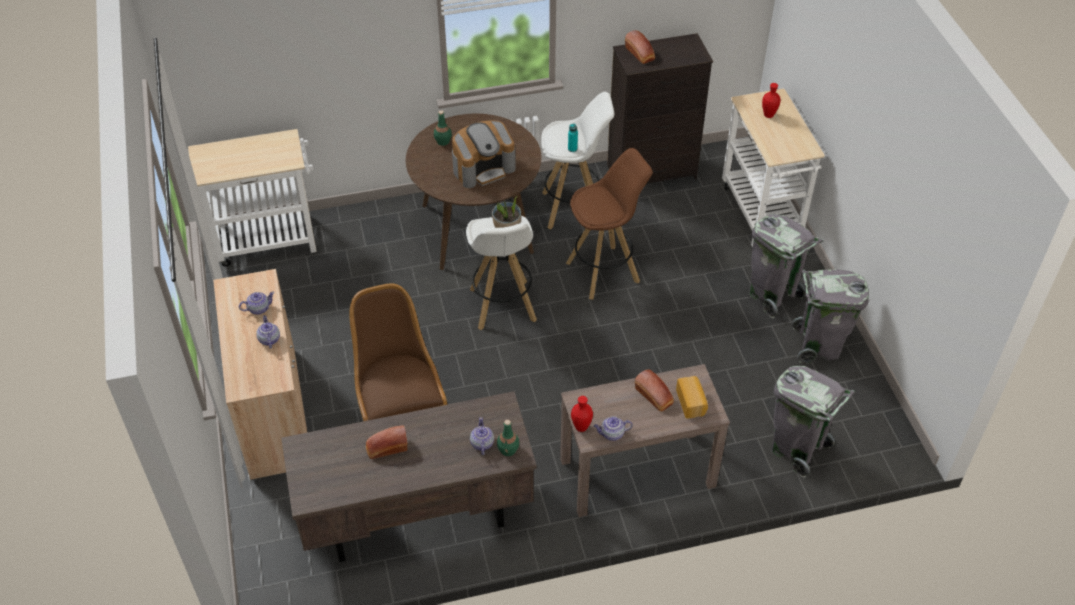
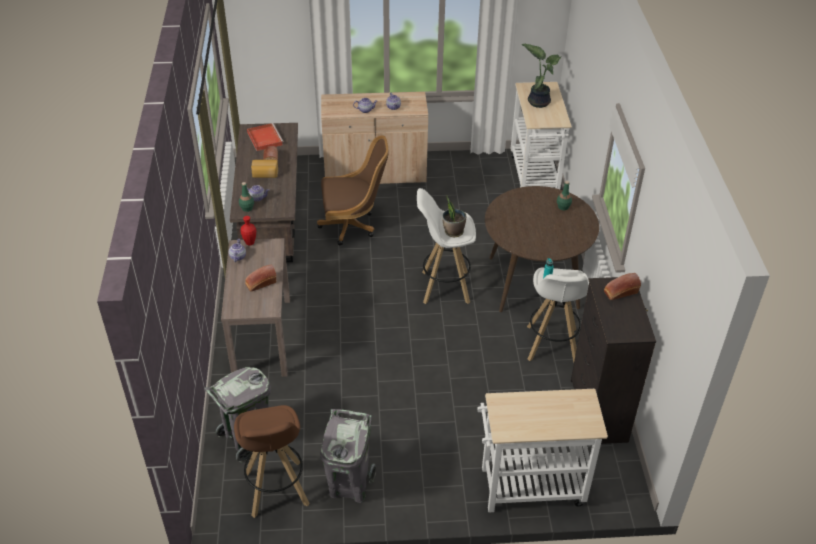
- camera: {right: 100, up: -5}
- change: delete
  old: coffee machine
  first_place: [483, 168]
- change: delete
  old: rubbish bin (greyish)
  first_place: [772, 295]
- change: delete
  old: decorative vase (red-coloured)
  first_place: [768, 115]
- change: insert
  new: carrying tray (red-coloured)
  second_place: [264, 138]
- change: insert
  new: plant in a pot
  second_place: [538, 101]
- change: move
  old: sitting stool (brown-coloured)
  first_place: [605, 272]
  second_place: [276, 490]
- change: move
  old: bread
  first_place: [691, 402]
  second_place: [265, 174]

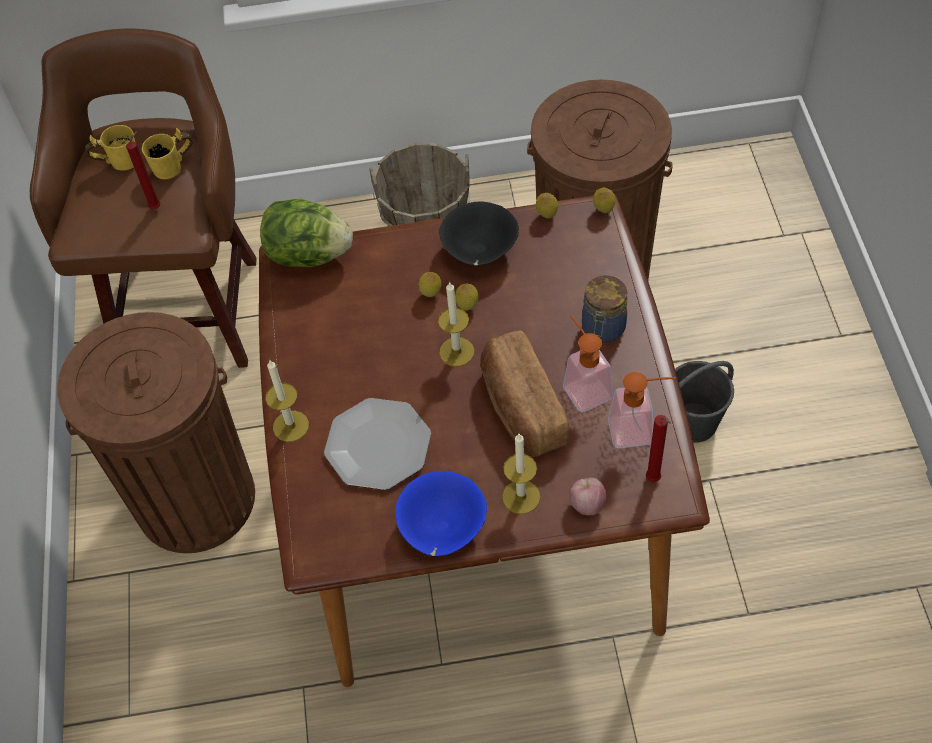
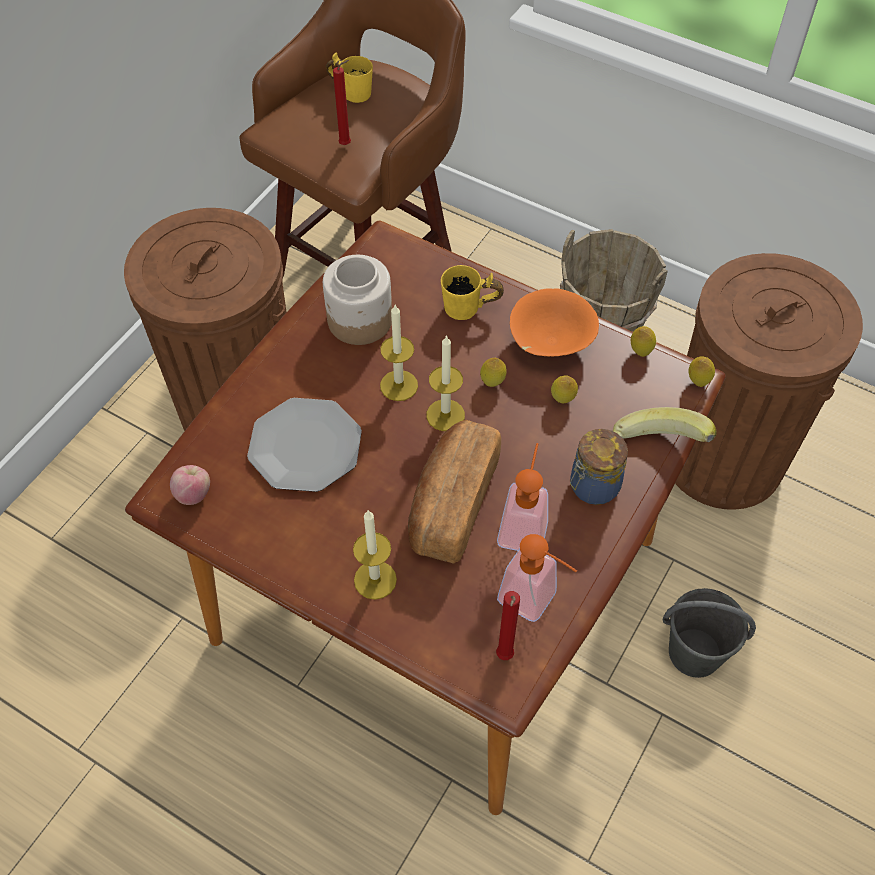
- camera: {right: 35, up: 0}
- change: delete
  old: lettuce head
  first_place: [308, 254]
- change: delete
  old: serving bowl (blue)
  first_place: [442, 528]
- change: insert
  new: jar
  second_place: [359, 321]
- change: insert
  new: banana
  second_place: [652, 450]
- change: move
  old: coffee mug (yellow)
  first_place: [175, 169]
  second_place: [469, 312]
- change: move
  old: wax light
  first_place: [291, 426]
  second_place: [399, 385]
- change: move
  old: whole lemon
  first_place: [431, 294]
  second_place: [562, 400]
- change: move
  old: whole apple
  first_place: [587, 504]
  second_place: [193, 494]
- change: recolor
  old: serving bowl (black)
  new: serving bowl (orange-coloured)
  first_place: [479, 252]
  second_place: [549, 343]

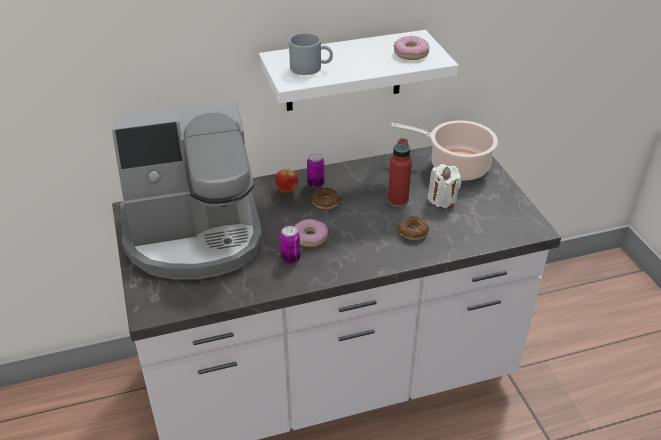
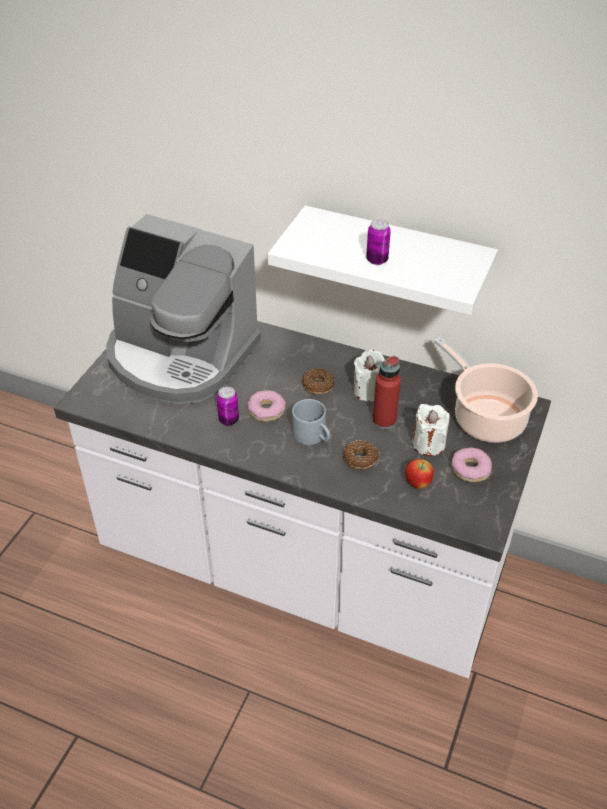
- camera: {right: 40, up: 5}
- change: insert
  new: wax light (whitish)
  second_place: [368, 391]
- change: move
  old: whole apple
  first_place: [286, 190]
  second_place: [417, 483]
- change: move
  old: coffee mug (greyish)
  first_place: [311, 67]
  second_place: [313, 436]
- change: move
  old: can
  first_place: [315, 184]
  second_place: [377, 260]
- change: move
  old: donut
  first_place: [411, 53]
  second_place: [470, 469]

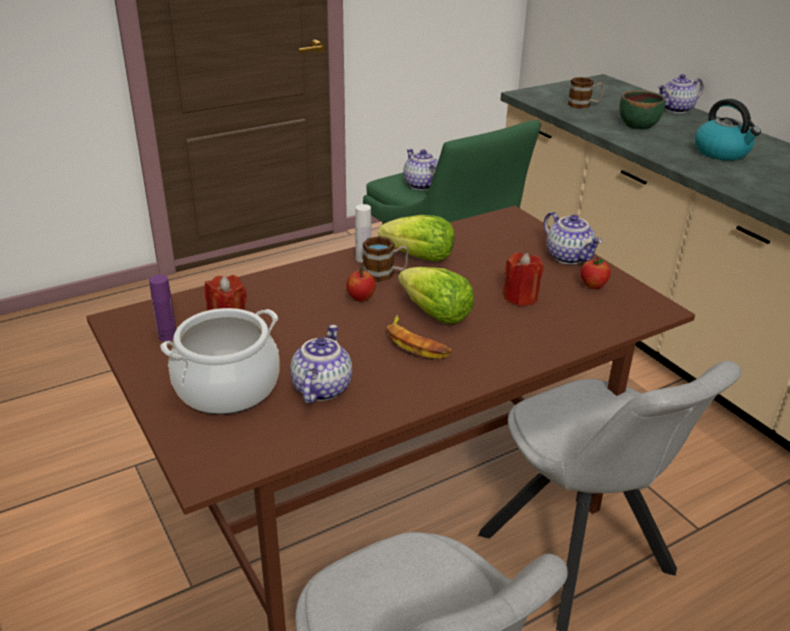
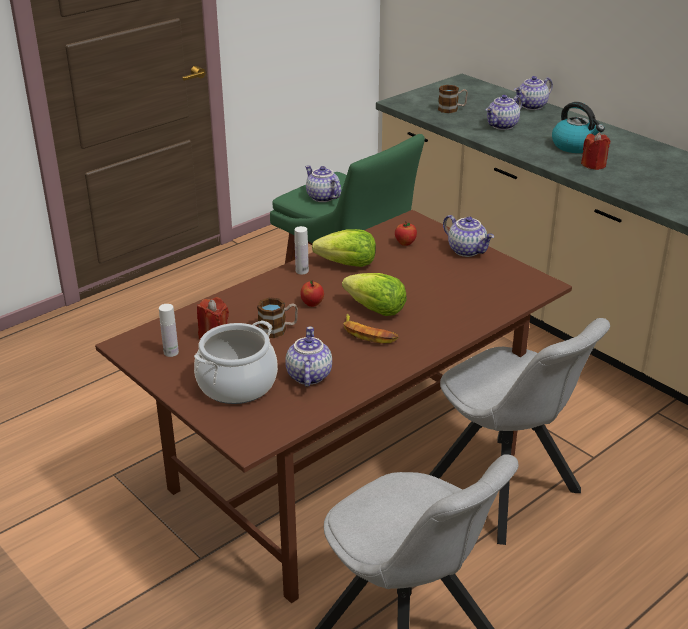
- camera: {right: -10, up: 0}
- change: move
  old: coffee mug
  first_place: [385, 274]
  second_place: [278, 330]
- change: move
  old: wax light (red-coloured)
  first_place: [520, 297]
  second_place: [594, 165]
- change: move
  old: whole apple
  first_place: [593, 286]
  second_place: [405, 243]
- change: replace
  old: serving bowl (green)
  new: teapot
  first_place: [638, 125]
  second_place: [502, 126]
- change: recolor
  old: beverage bottle (purple)
  new: beverage bottle (whitish)
  first_place: [167, 336]
  second_place: [171, 352]

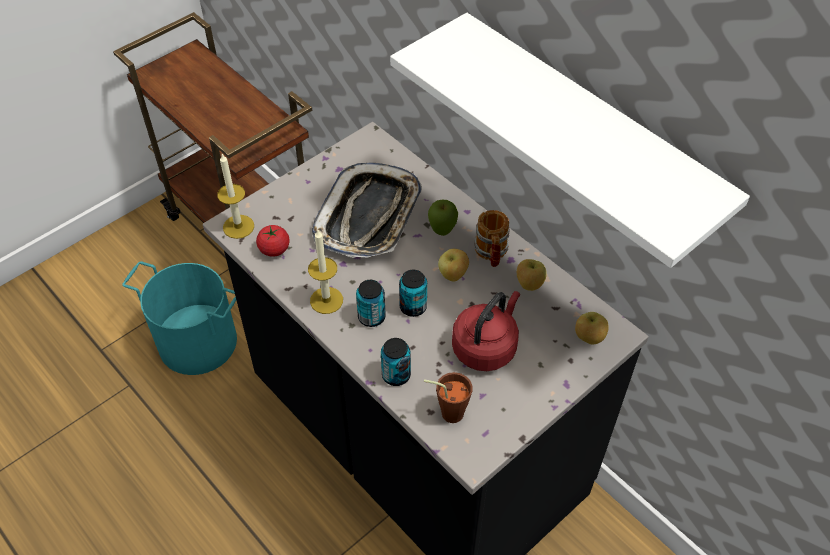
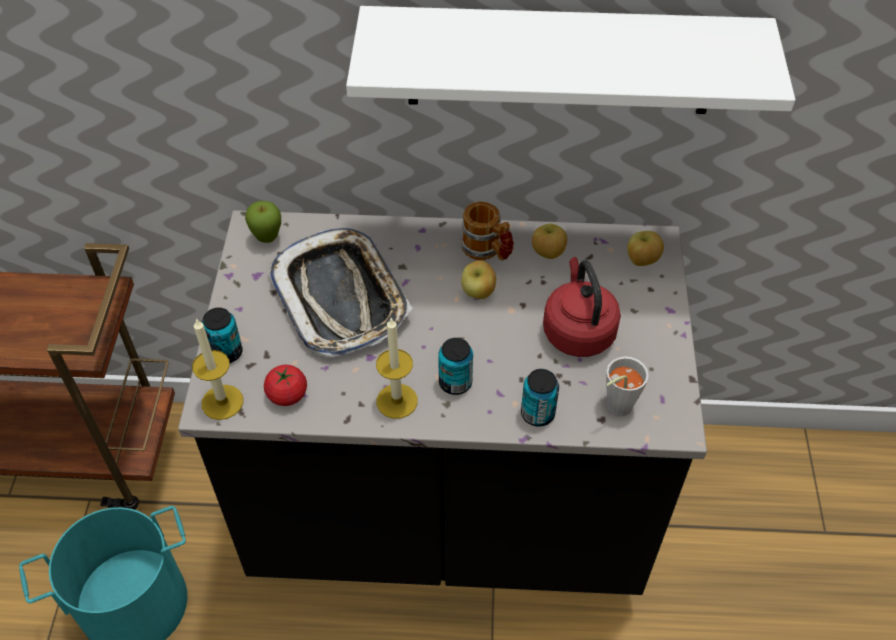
- camera: {right: -45, up: 0}
- change: move
  old: can
  first_place: [413, 307]
  second_place: [226, 352]
- change: move
  old: whole apple
  first_place: [442, 232]
  second_place: [267, 239]
- change: recolor
  old: drinking cup (brown-coloured)
  new: drinking cup (greyish)
  first_place: [447, 412]
  second_place: [614, 408]

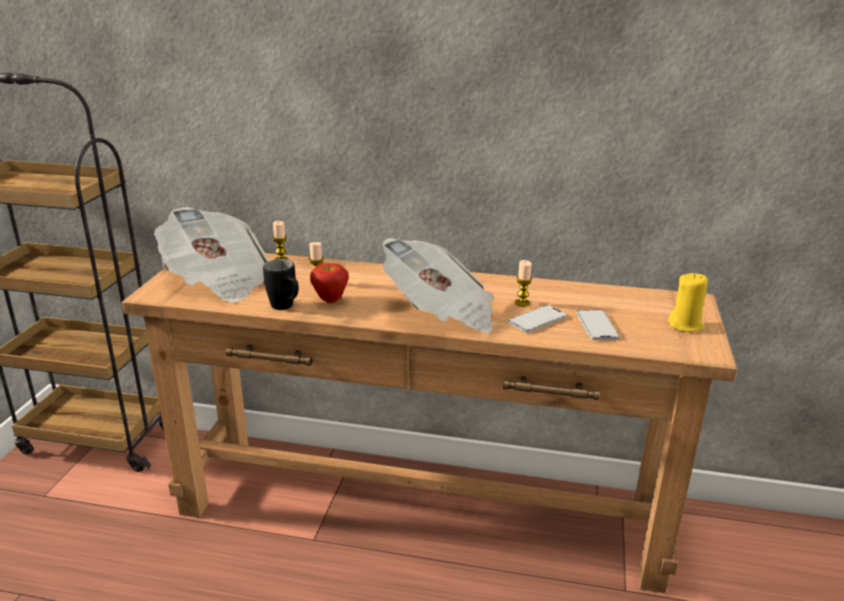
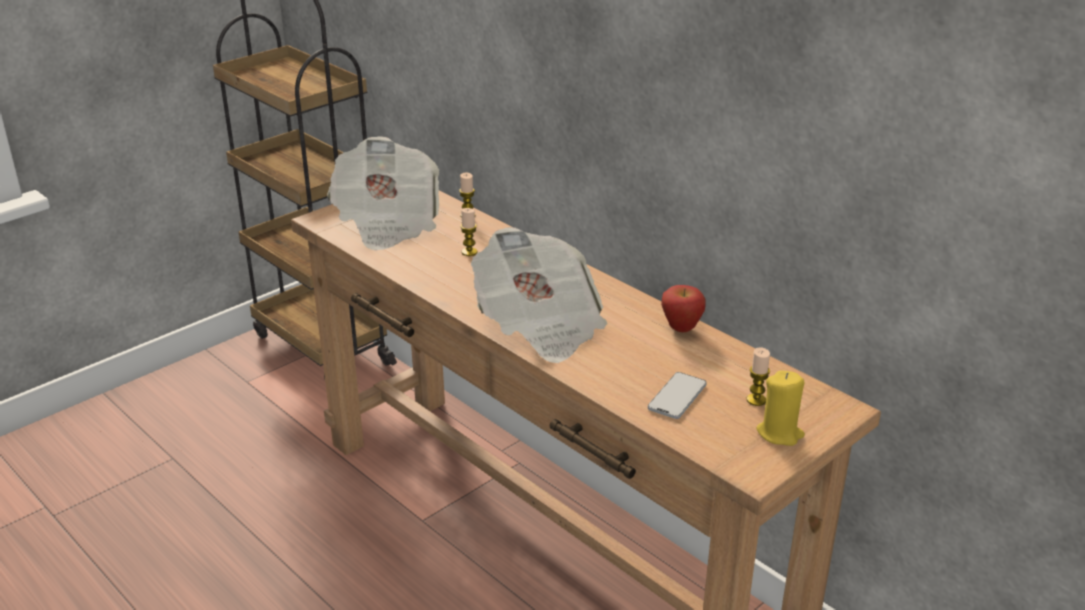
- camera: {right: 35, up: 5}
- change: delete
  old: coffee mug (black)
  first_place: [286, 307]
- change: delete
  old: phone
  first_place: [537, 320]
- change: move
  old: whole apple
  first_place: [330, 301]
  second_place: [681, 329]
- change: move
  old: wax light
  first_place: [522, 303]
  second_place: [756, 400]

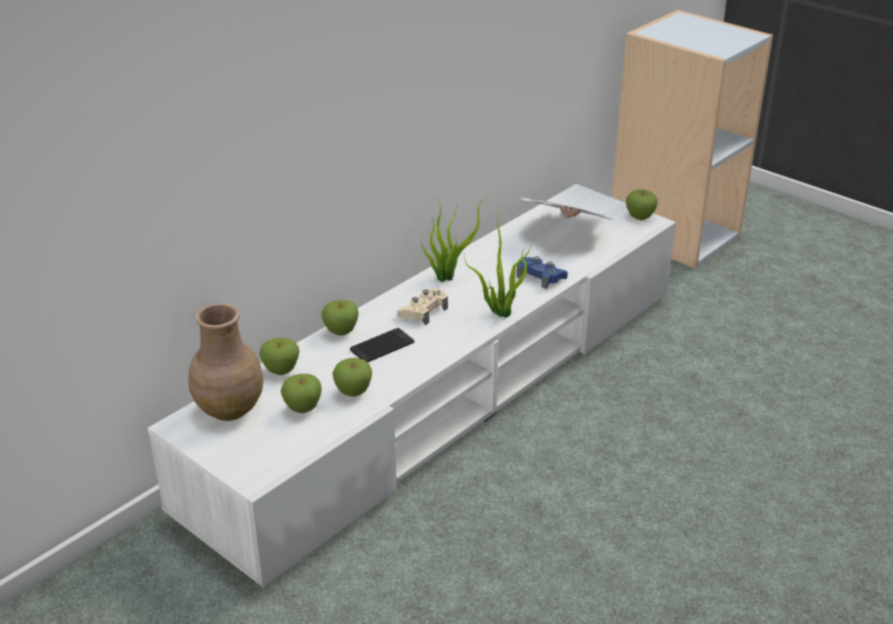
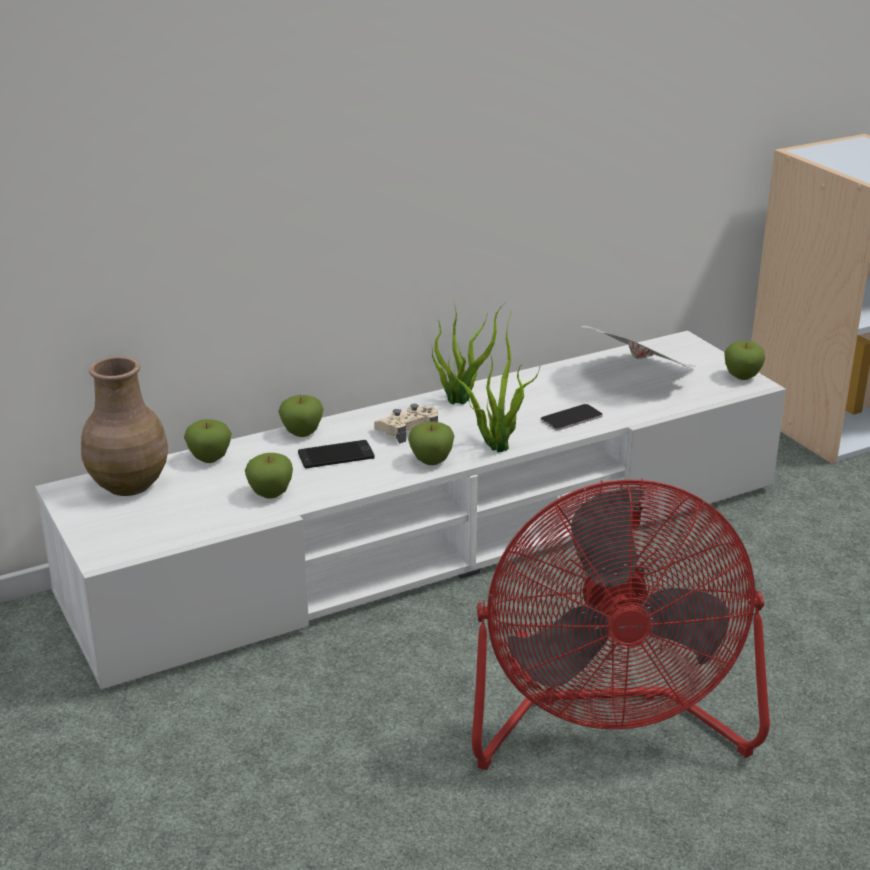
- camera: {right: 20, up: -5}
- change: insert
  new: fan (red-coloured)
  second_place: [596, 724]
- change: move
  old: whole apple
  first_place: [303, 408]
  second_place: [431, 461]
- change: replace
  old: gamepad (blue)
  new: phone
  first_place: [540, 277]
  second_place: [571, 418]

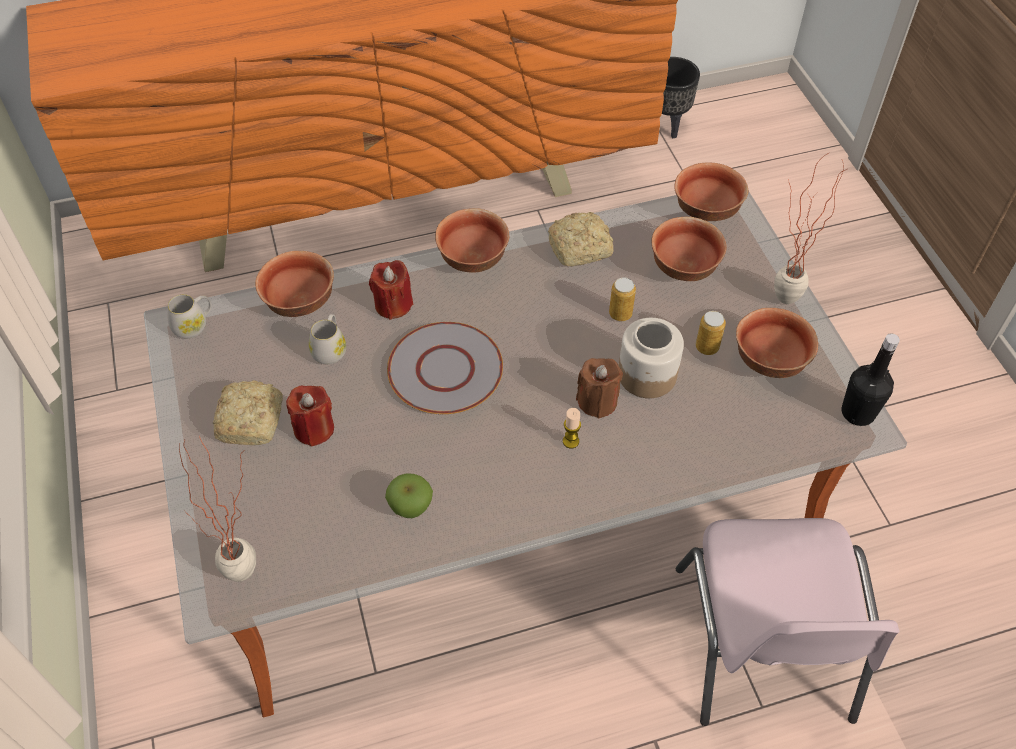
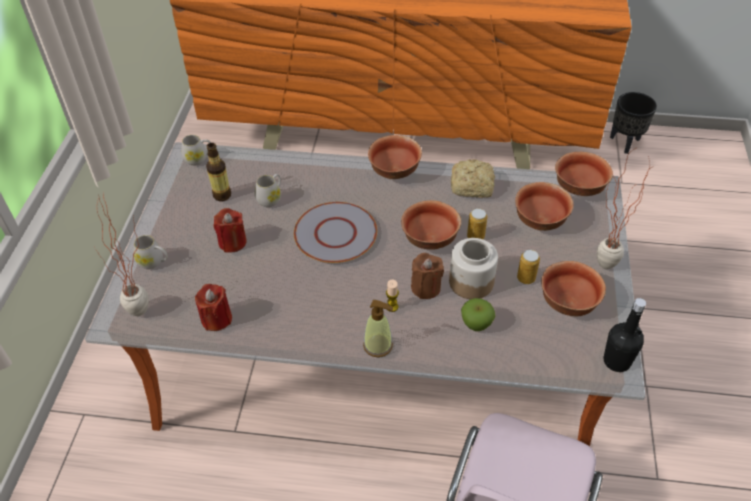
- camera: {right: 25, up: -5}
- change: delete
  old: bread
  first_place: [252, 419]
- change: insert
  new: coffee mug (whitish)
  second_place: [154, 262]
- change: insert
  new: beverage bottle
  second_place: [222, 195]
- change: insert
  new: soap bottle
  second_place: [378, 345]
- change: move
  old: serving bowl
  first_place: [300, 303]
  second_place: [430, 240]
- change: move
  old: wax light (red-coloured)
  first_place: [393, 304]
  second_place: [216, 319]
- change: move
  old: whole apple
  first_place: [411, 507]
  second_place: [476, 324]

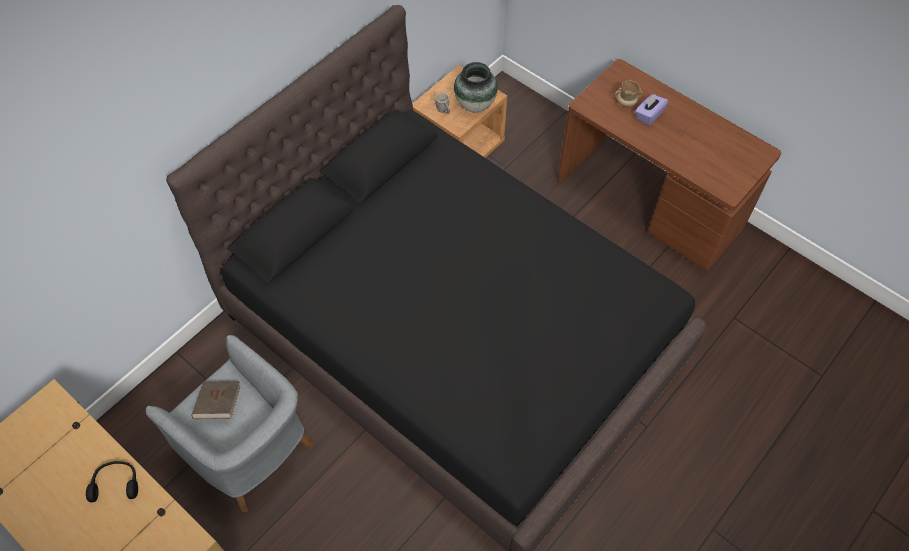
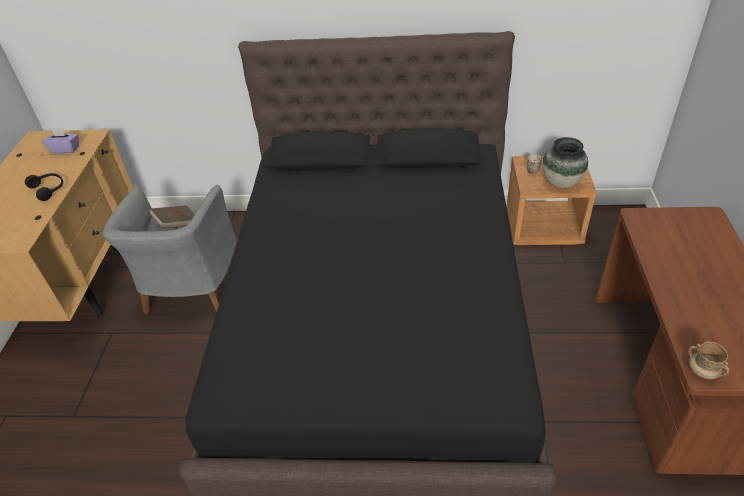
- camera: {right: 55, up: -15}
- change: move
  old: coffee mug (beige-coloured)
  first_place: [626, 103]
  second_place: [702, 371]
- change: move
  old: box of tissues (purple)
  first_place: [649, 115]
  second_place: [65, 149]

